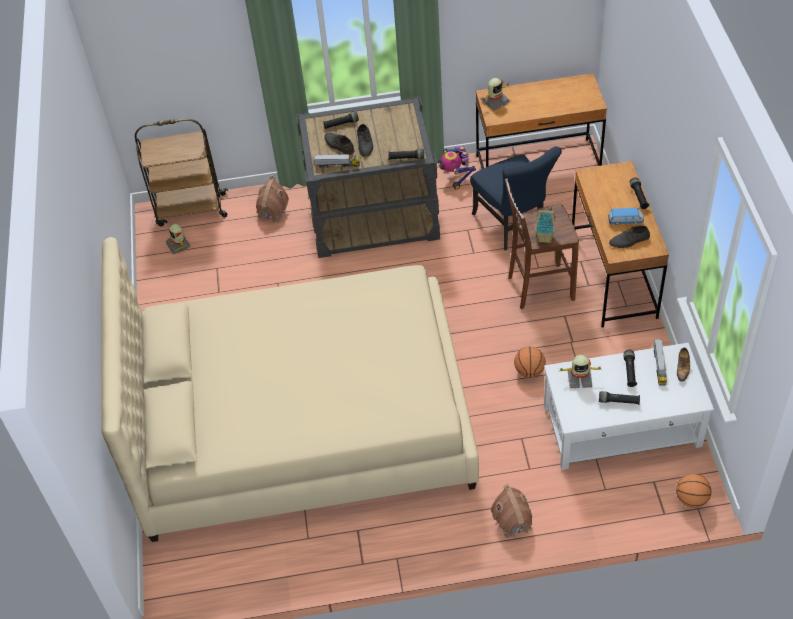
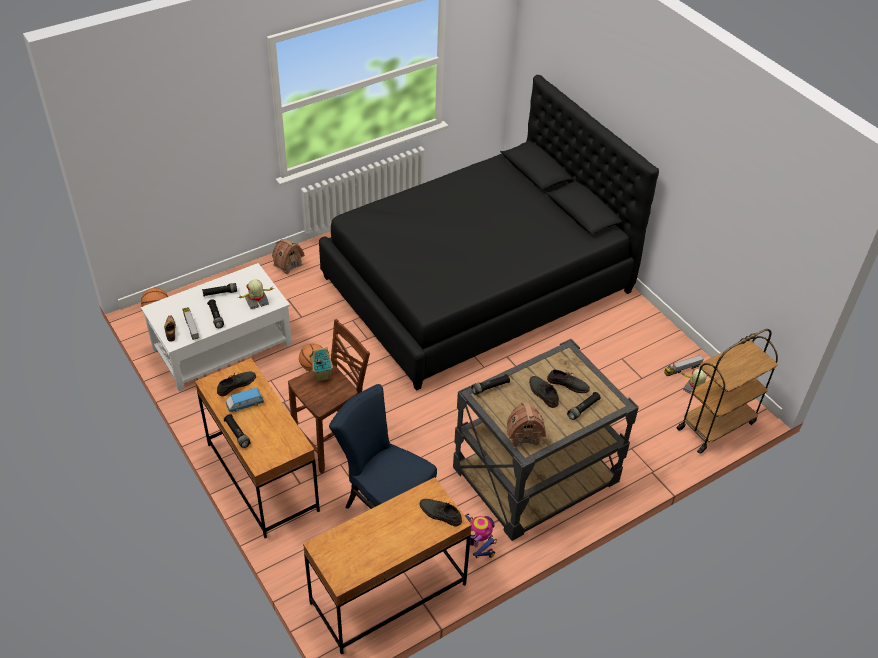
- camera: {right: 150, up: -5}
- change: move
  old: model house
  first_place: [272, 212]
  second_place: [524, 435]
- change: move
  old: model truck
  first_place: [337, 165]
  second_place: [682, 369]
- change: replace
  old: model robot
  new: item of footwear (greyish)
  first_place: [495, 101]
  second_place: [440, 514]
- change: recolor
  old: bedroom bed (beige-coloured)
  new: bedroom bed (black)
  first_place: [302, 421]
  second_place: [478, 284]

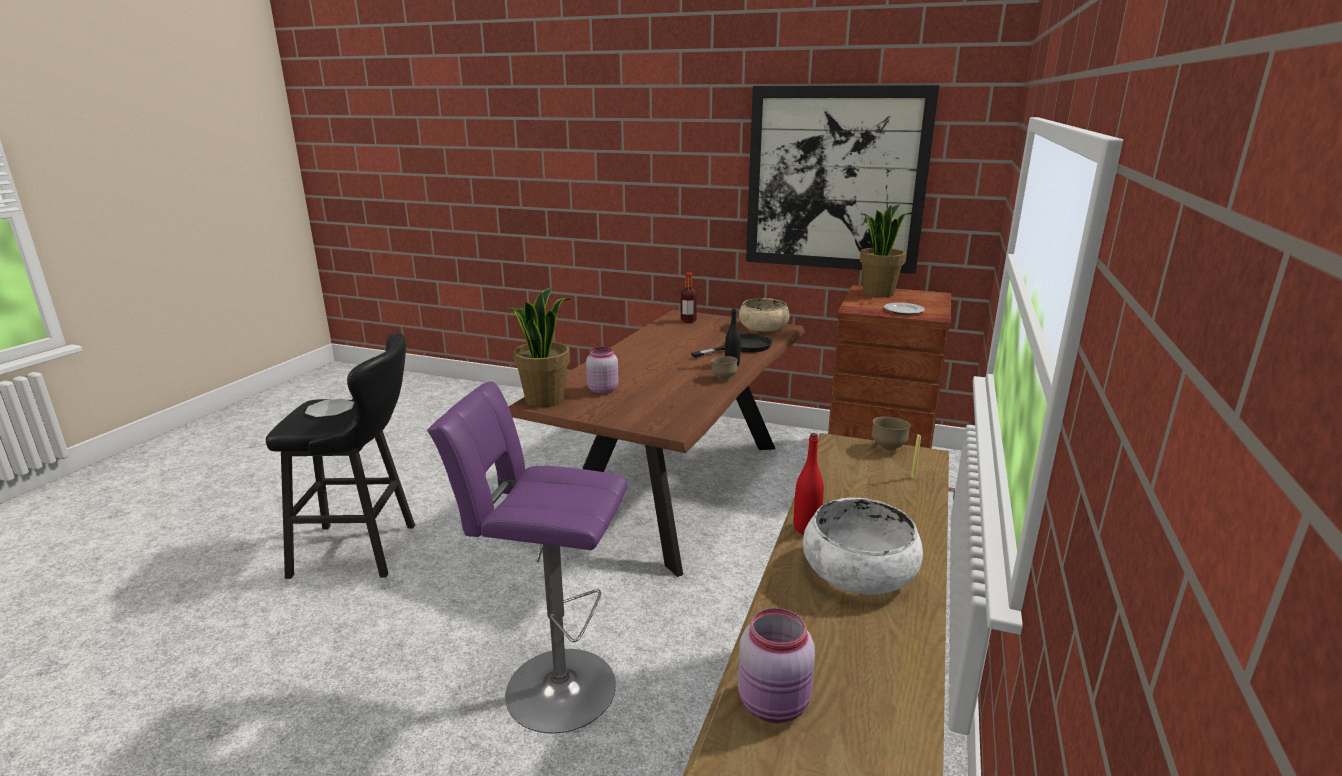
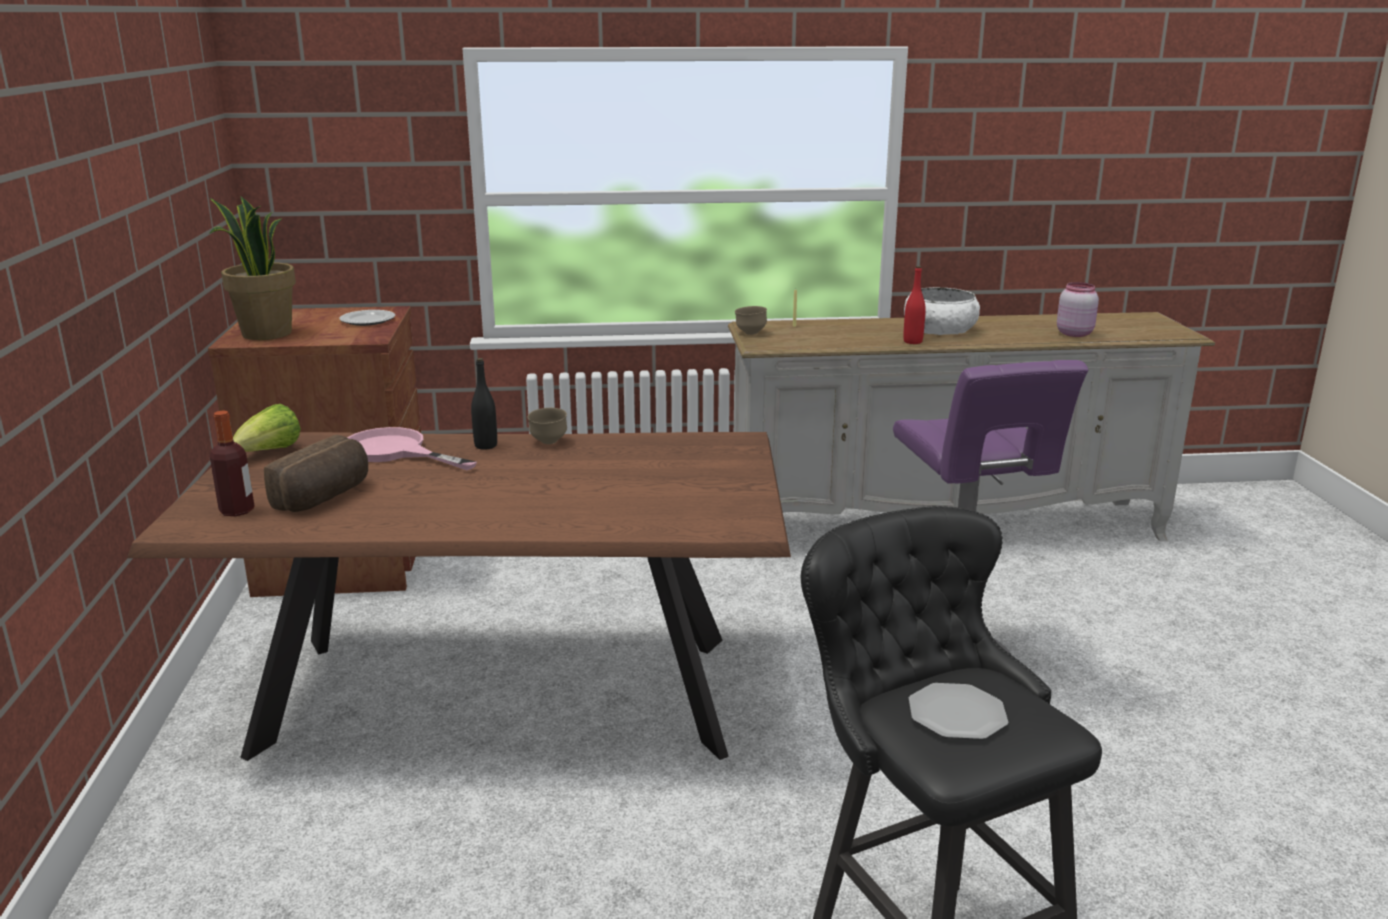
- camera: {right: -115, up: 0}
- change: delete
  old: plant in a pot
  first_place: [544, 399]
- change: delete
  old: jar (pink)
  first_place: [602, 390]
- change: delete
  old: wall art
  first_place: [835, 179]
- change: insert
  new: bread
  second_place: [325, 497]
- change: replace
  old: serving bowl (beige-coloured)
  new: lettuce head
  first_place: [763, 327]
  second_place: [269, 452]
- change: recolor
  old: skillet (black)
  new: skillet (pink)
  first_place: [741, 347]
  second_place: [395, 452]

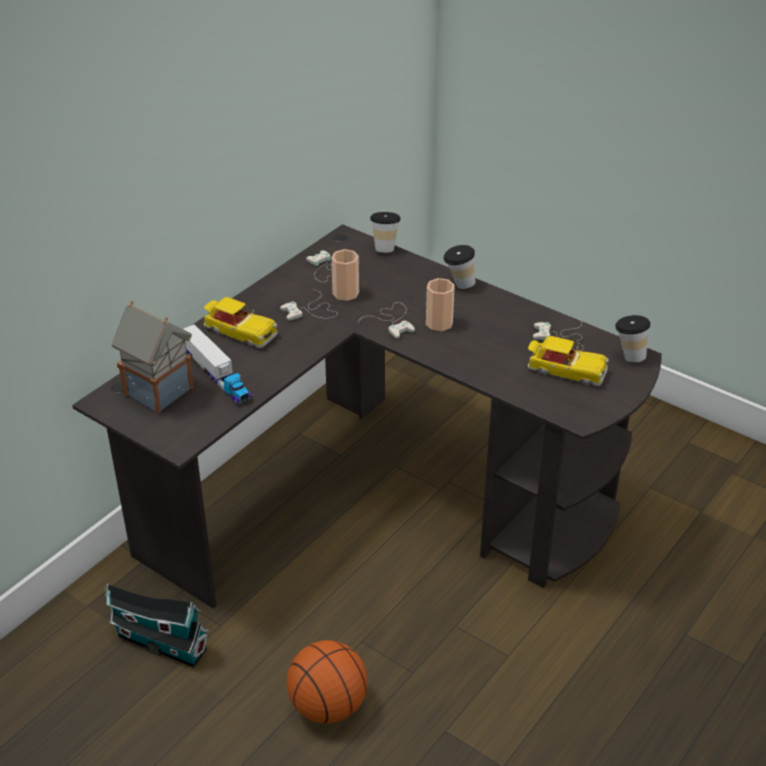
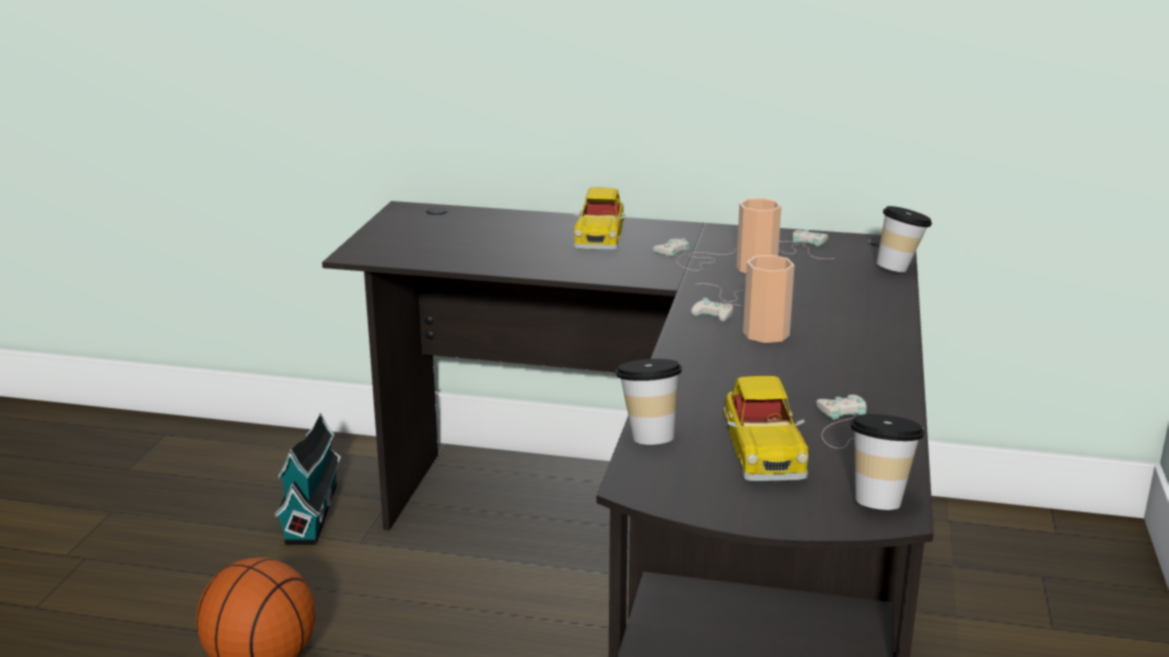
- camera: {right: 65, up: -15}
- change: delete
  old: model house
  first_place: [160, 391]
- change: delete
  old: model truck
  first_place: [216, 374]
- change: move
  old: drinking cup
  first_place: [458, 284]
  second_place: [648, 436]

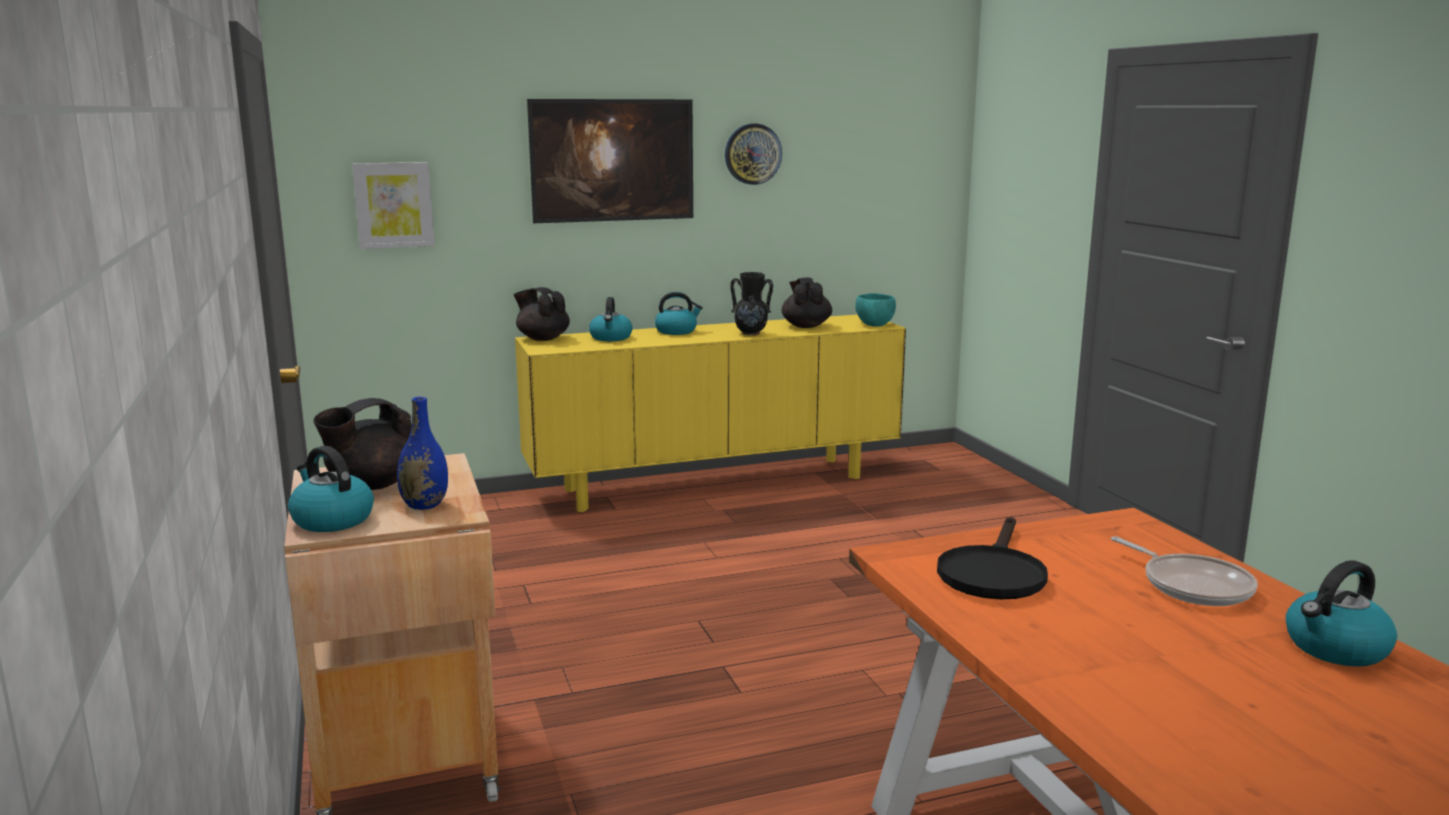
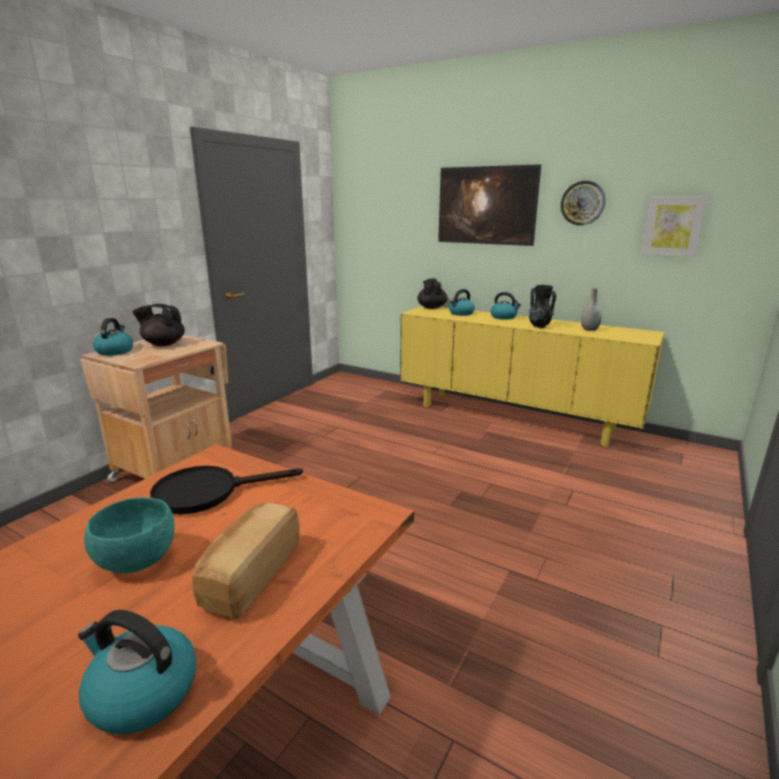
- camera: {right: 50, up: 5}
- change: delete
  old: decorative vase (blue)
  first_place: [425, 505]
- change: move
  old: wall art
  first_place: [393, 205]
  second_place: [673, 226]
- change: move
  old: serving bowl (turquoise-coloured)
  first_place: [874, 325]
  second_place: [136, 561]
- change: replace
  old: teapot (black)
  new: decorative vase (greyish)
  first_place: [806, 326]
  second_place: [589, 330]
- change: replace
  old: skillet
  new: bread
  first_place: [1192, 585]
  second_place: [250, 575]

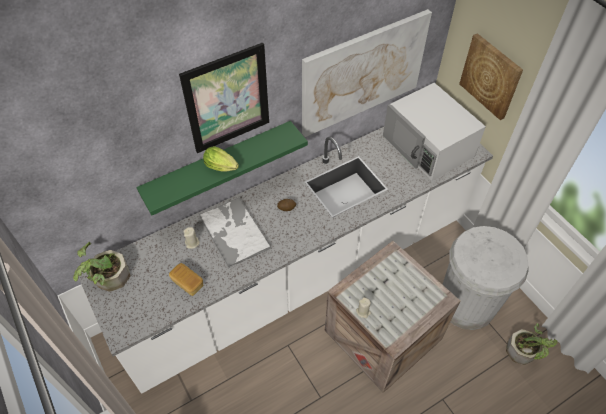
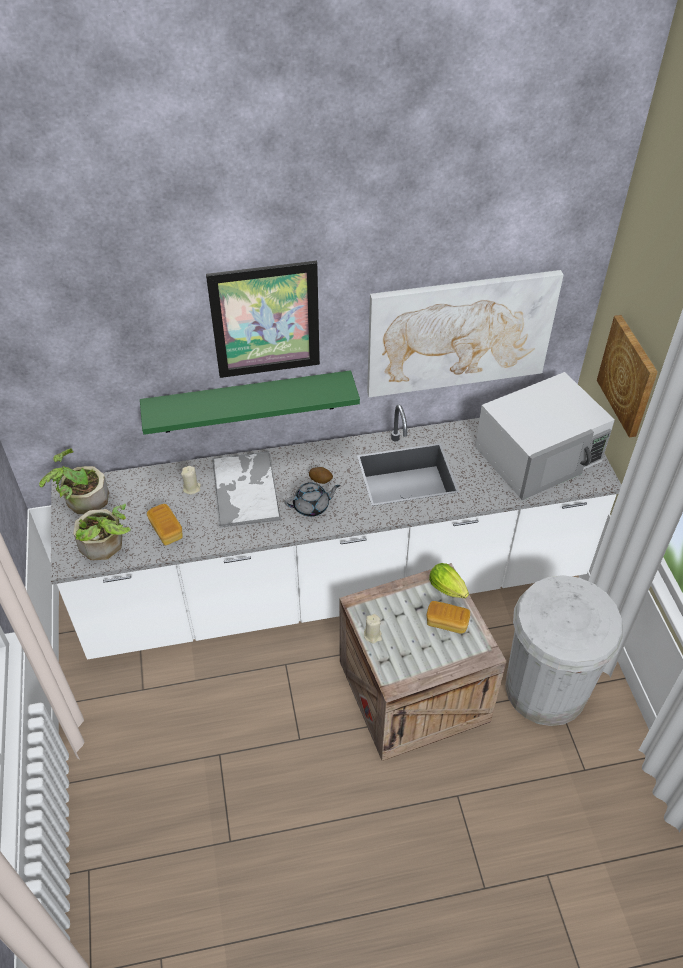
- camera: {right: 20, up: -5}
- change: insert
  new: teapot (greyish)
  second_place: [312, 506]
- change: insert
  new: bread
  second_place: [447, 622]
- change: move
  old: lettuce head
  first_place: [222, 167]
  second_place: [449, 590]
- change: move
  old: plant in a pot
  first_place: [525, 351]
  second_place: [106, 546]
- change: rotate
  old: microwave oven (whitish)
  first_place: [428, 146]
  second_place: [539, 454]
  degrees: -105

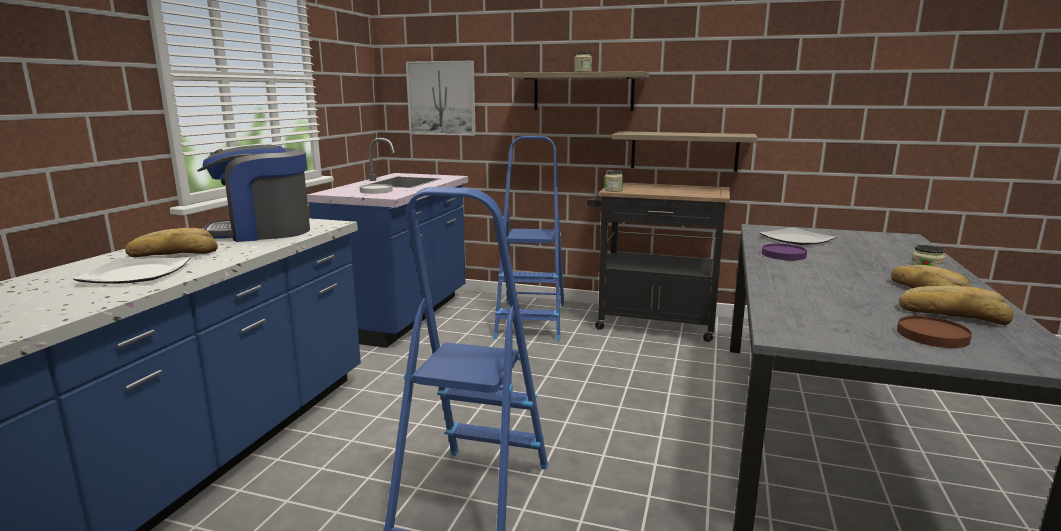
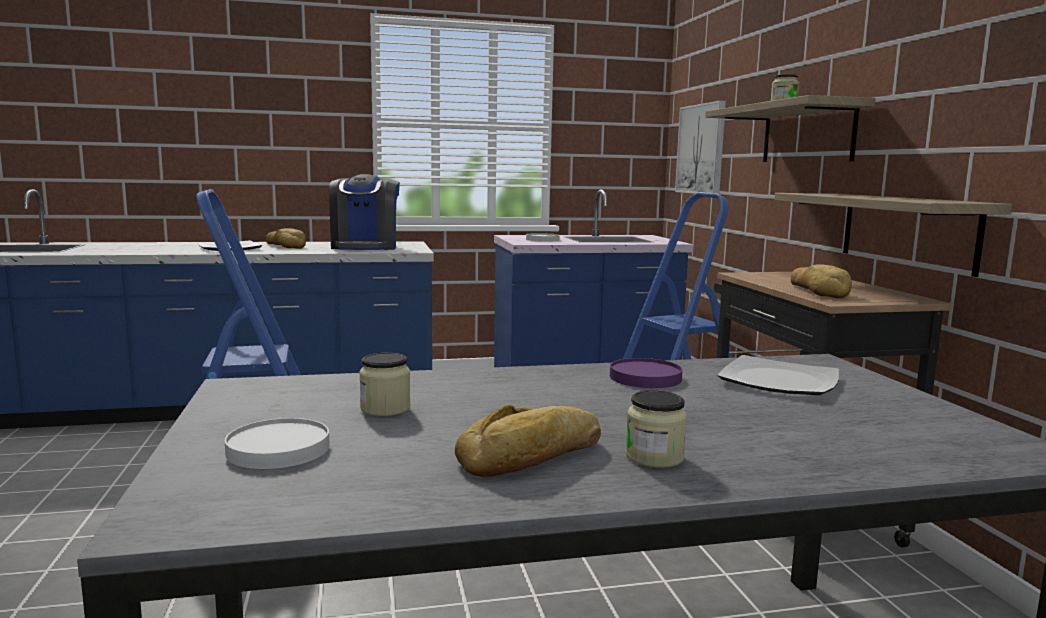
- camera: {right: 60, up: -5}
- change: move
  old: jar
  first_place: [613, 190]
  second_place: [385, 408]
- change: move
  old: bread
  first_place: [952, 314]
  second_place: [819, 291]
- change: recolor
  old: plate (brown-coloured)
  new: plate (whitish)
  first_place: [932, 335]
  second_place: [277, 449]
- change: rotate
  old: coffee machine
  first_place: [262, 232]
  second_place: [365, 247]
  degrees: -135

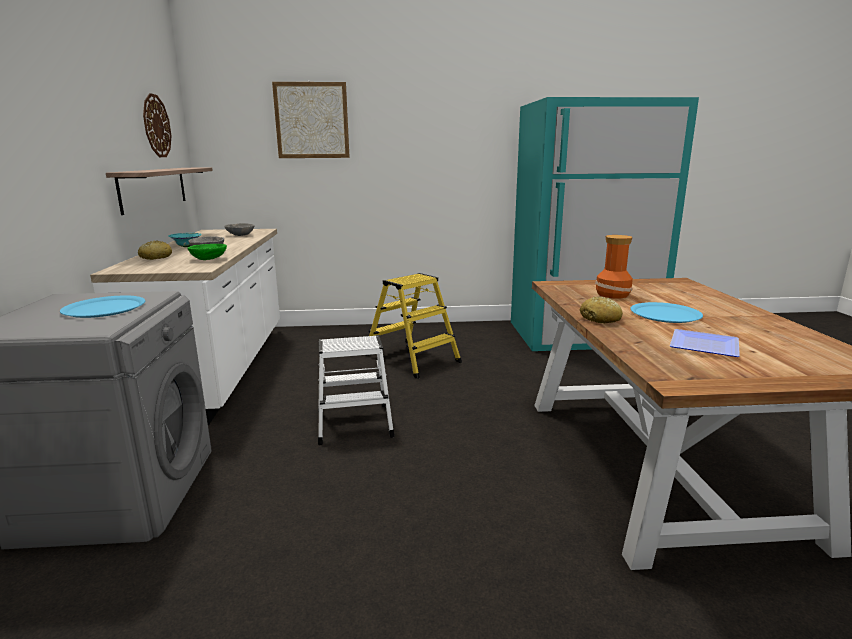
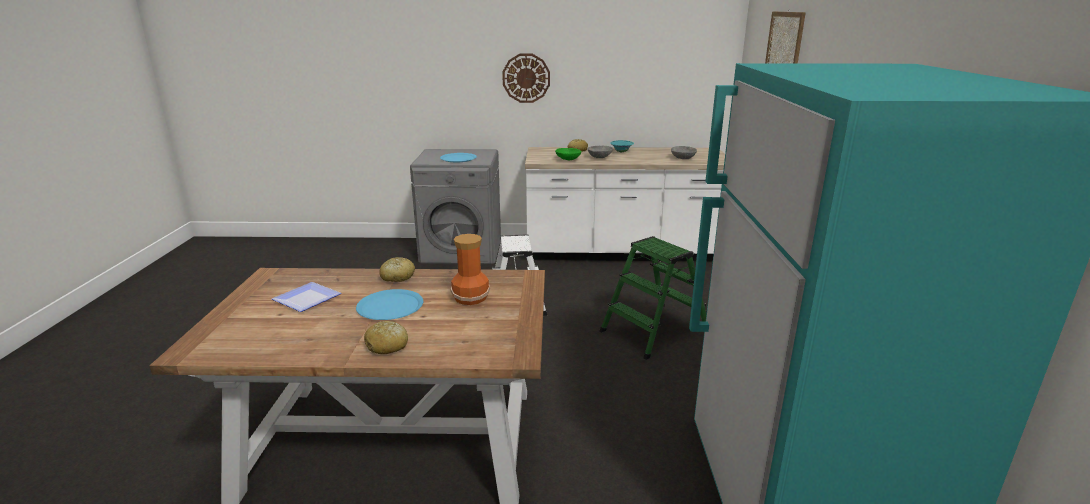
- camera: {right: 95, up: 5}
- change: delete
  old: shelf
  first_place: [154, 188]
- change: insert
  new: bread
  second_place: [387, 346]
- change: move
  old: wall clock
  first_place: [156, 126]
  second_place: [526, 78]
- change: recolor
  old: stepladder (yellow)
  new: stepladder (green)
  first_place: [411, 358]
  second_place: [655, 330]

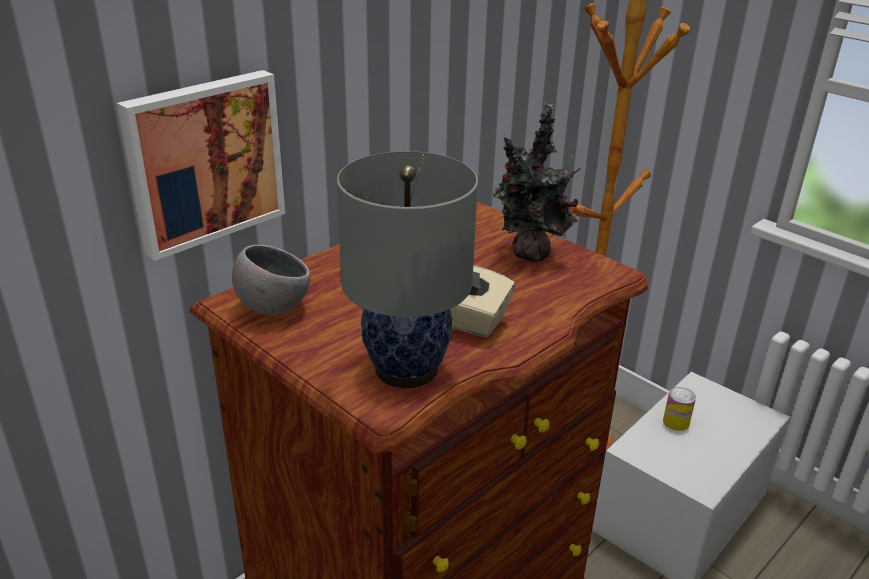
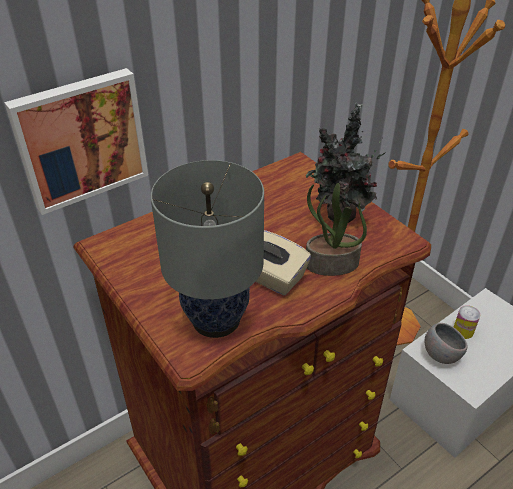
- camera: {right: 10, up: 10}
- change: insert
  new: plant in a pot
  second_place: [331, 264]
- change: move
  old: serving bowl (greyish)
  first_place: [273, 308]
  second_place: [440, 355]

